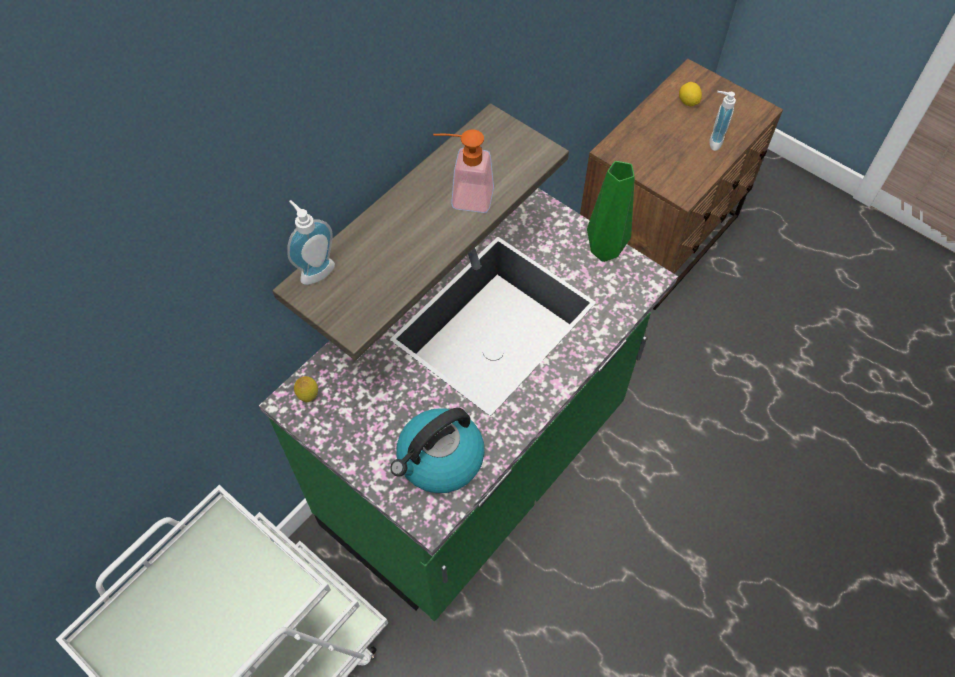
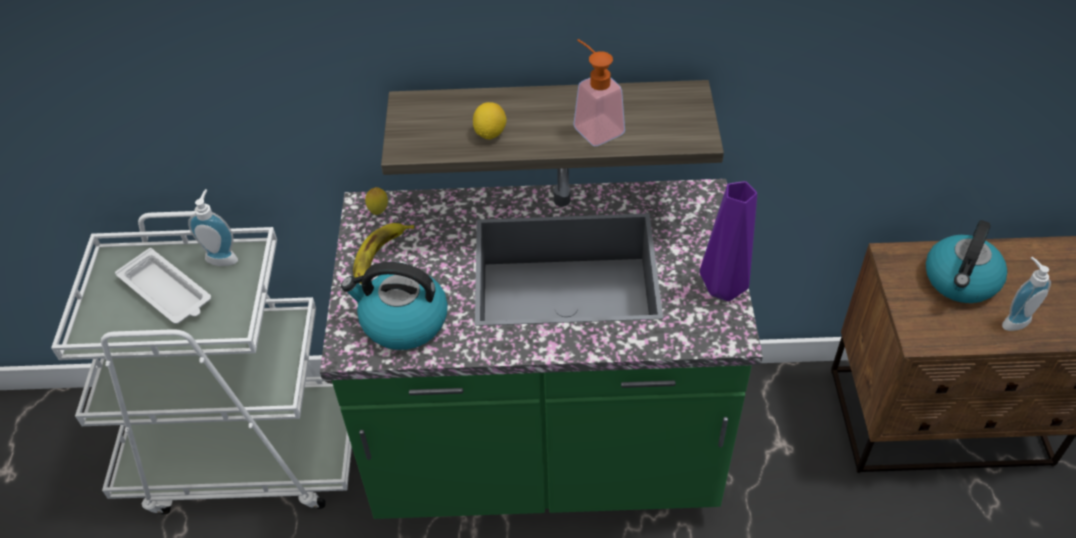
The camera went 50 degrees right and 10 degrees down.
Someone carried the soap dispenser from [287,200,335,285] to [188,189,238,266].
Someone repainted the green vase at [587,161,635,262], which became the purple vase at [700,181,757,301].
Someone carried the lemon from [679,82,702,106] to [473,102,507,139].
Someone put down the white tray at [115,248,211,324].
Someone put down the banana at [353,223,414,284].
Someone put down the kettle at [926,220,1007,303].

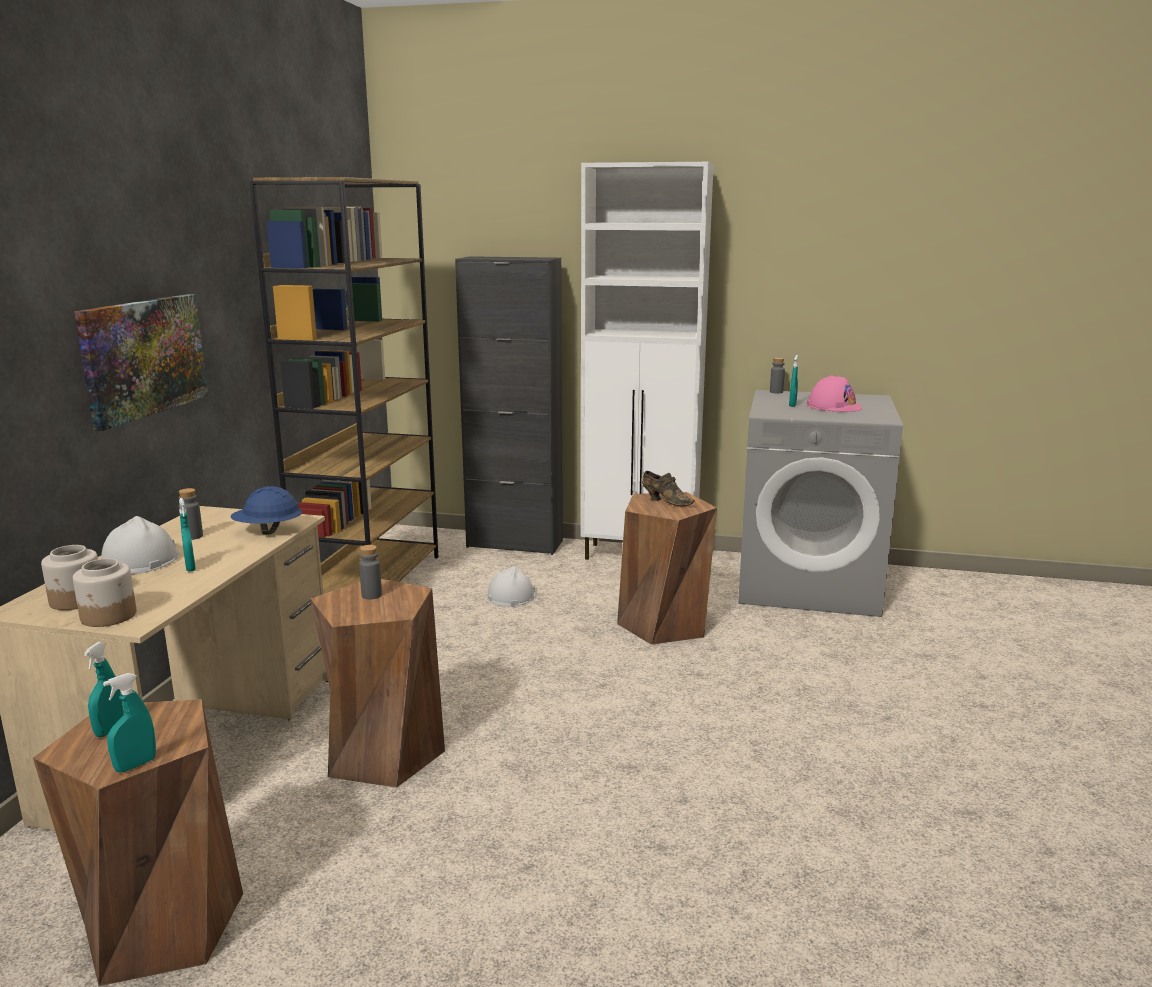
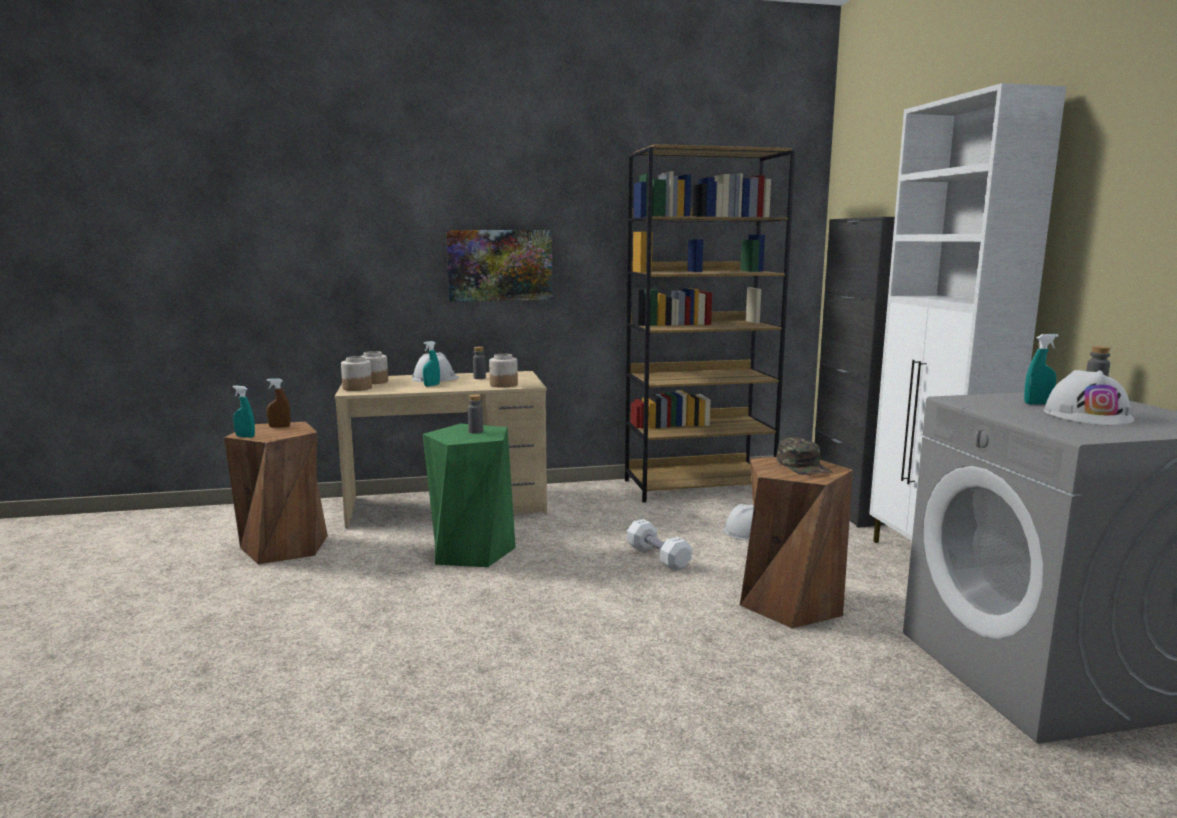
The camera went 65 degrees right and 5 degrees down.
Someone repainted the turquoise spray bottle at [83,642,123,737], which became the brown spray bottle at [267,378,291,428].
Someone swapped the blue hard hat at [231,486,302,534] for the jar at [489,354,518,388].
Someone repainted the brown stool at [311,579,445,788], which became the green stool at [423,424,516,567].
Someone swapped the brown shoe at [642,471,695,506] for the green cap at [776,437,832,475].
Someone repainted the pink hard hat at [806,376,862,412], which became the white hard hat at [1044,370,1135,426].
Someone put down the white dumbbell at [627,519,692,571].

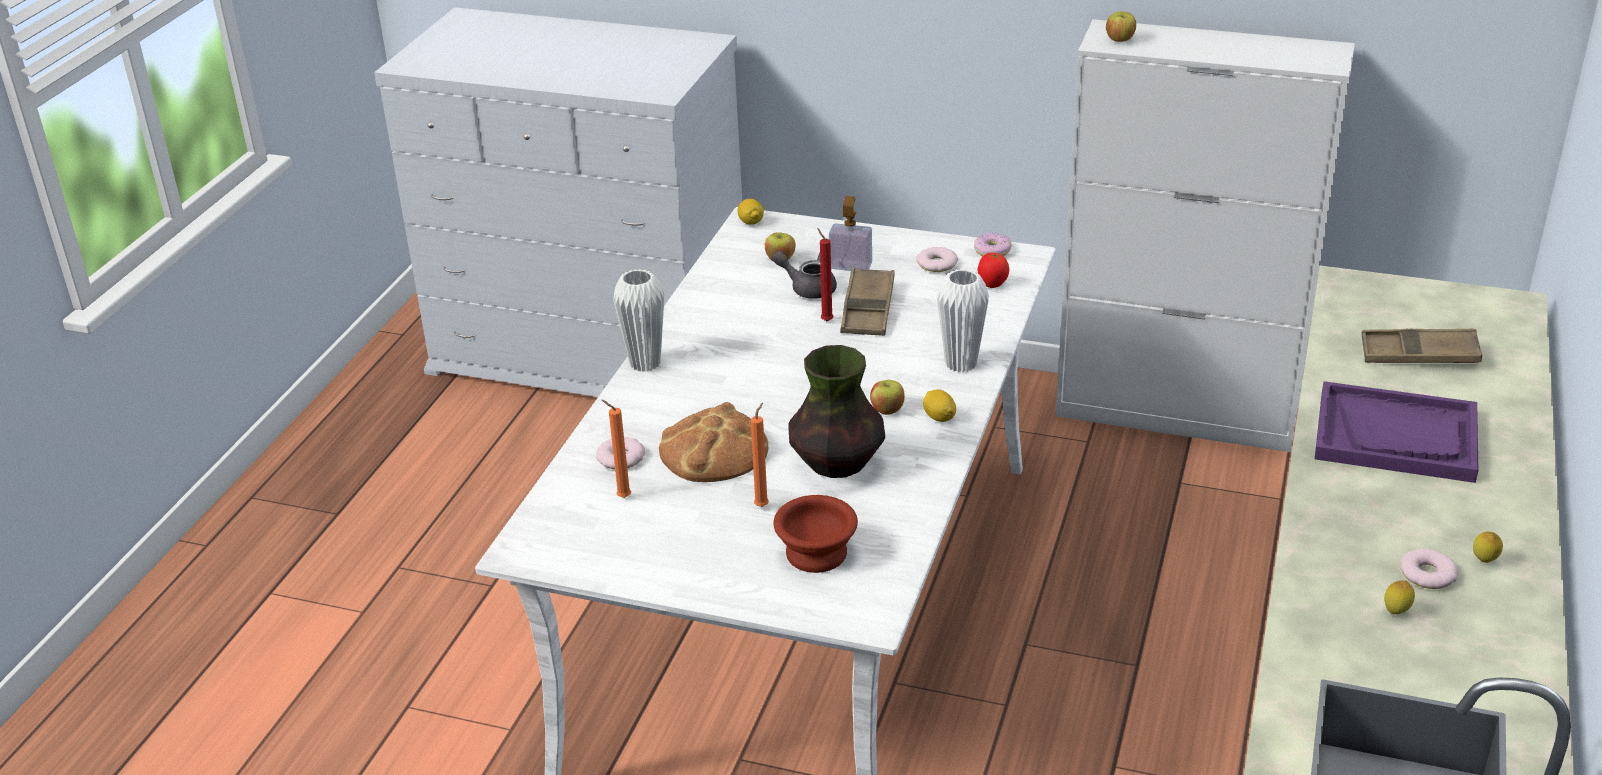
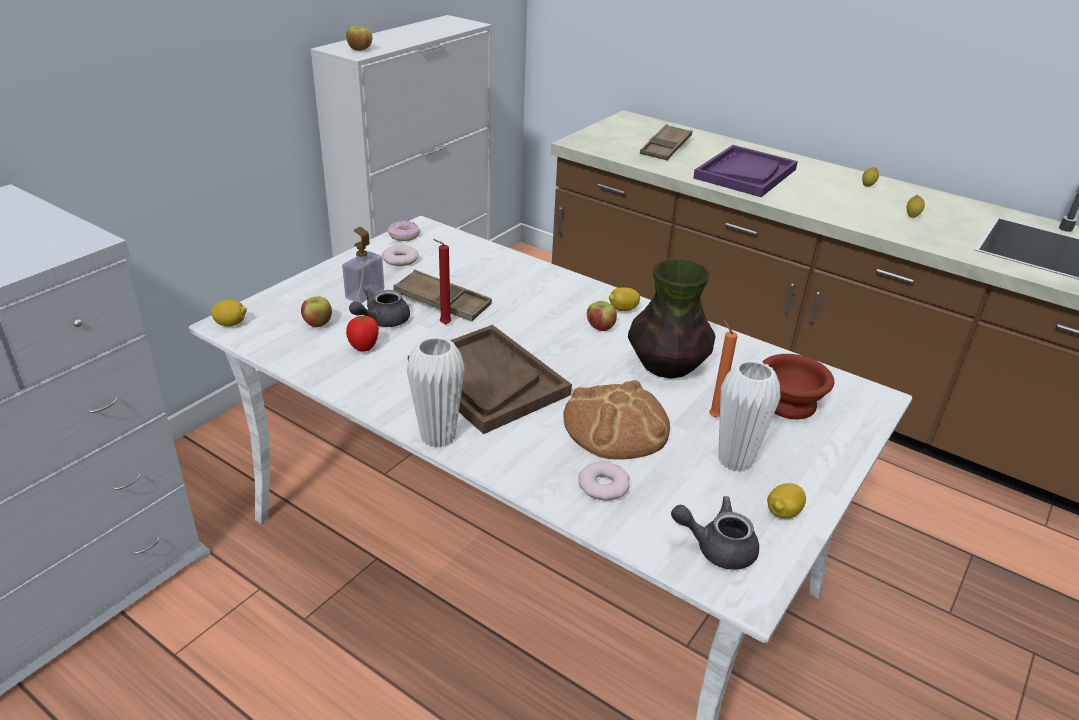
The camera went 75 degrees left and 0 degrees up.
Someone took away the orange candle at [602,400,631,498].
Someone carried the white vase from [937,269,989,372] to [718,360,781,472].
Someone carried the tomato from [978,252,1009,288] to [346,315,379,352].
Someone took away the donut at [1400,549,1458,589].
Someone put down the brown tray at [408,325,572,434].
Someone put down the grey teapot at [671,496,759,570].
Someone put down the lemon at [767,483,806,518].

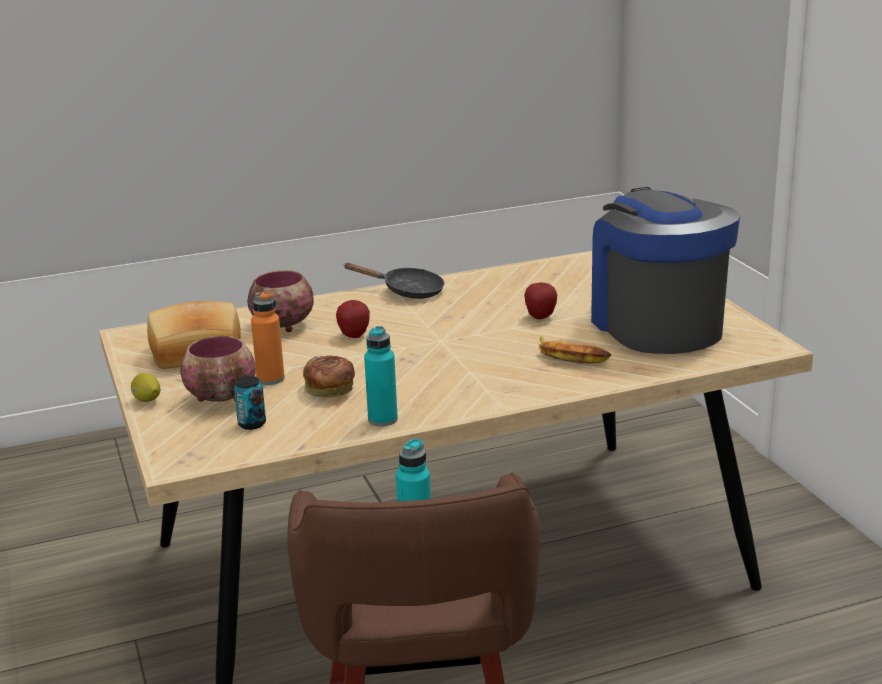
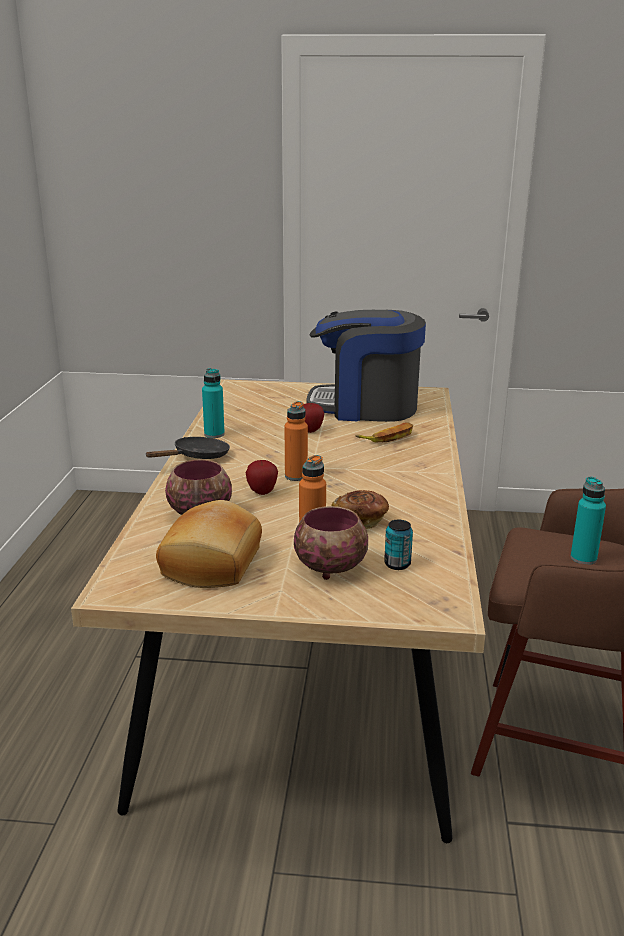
The camera went 65 degrees left and 0 degrees up.
Someone took away the lemon at [131,373,161,402].
Someone carried the turquoise bottle from [364,326,398,426] to [202,368,225,438].
Someone put down the orange bottle at [285,401,308,481].

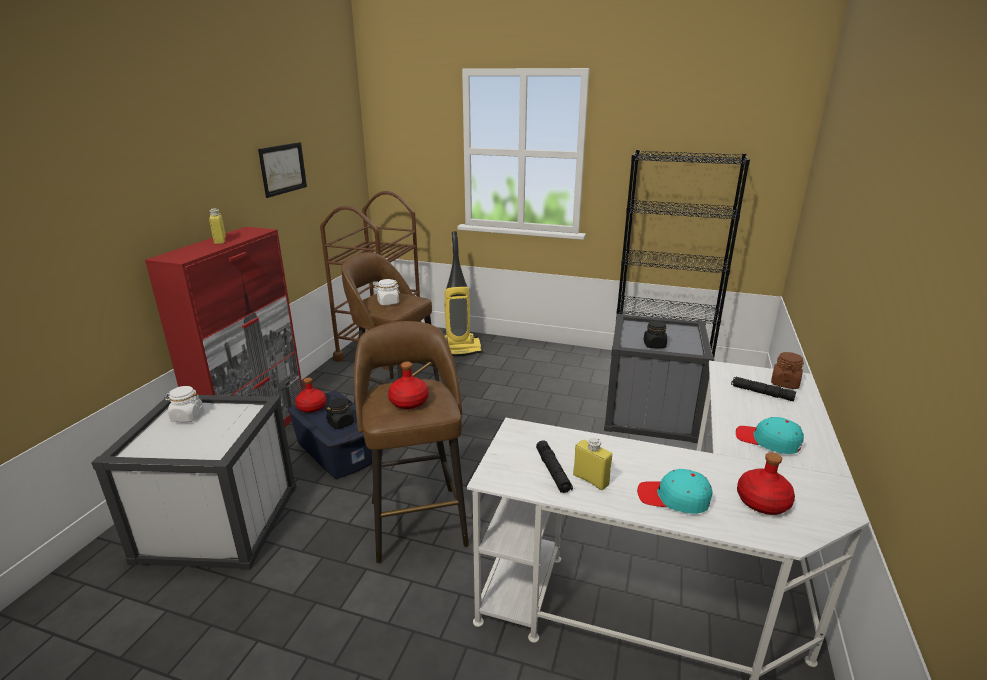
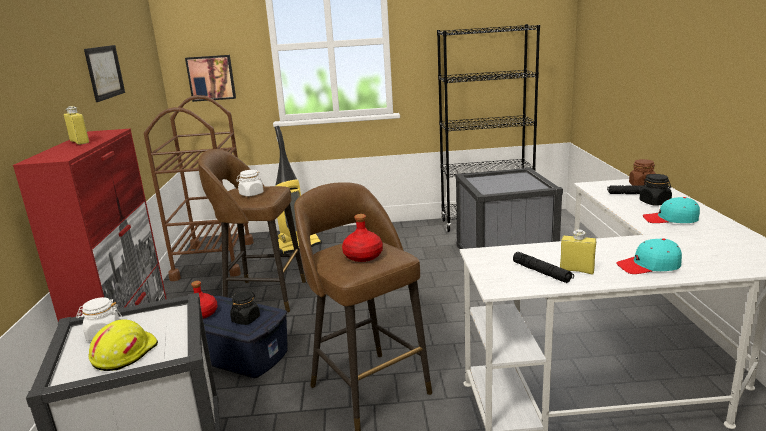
The camera went 20 degrees left and 5 degrees down.
Someone carried the black jar from [643,320,667,348] to [640,174,672,206].
Someone took away the red bottle at [737,453,795,515].
Someone put down the yellow hard hat at [88,319,158,371].
Someone put up the picture at [185,55,236,102].

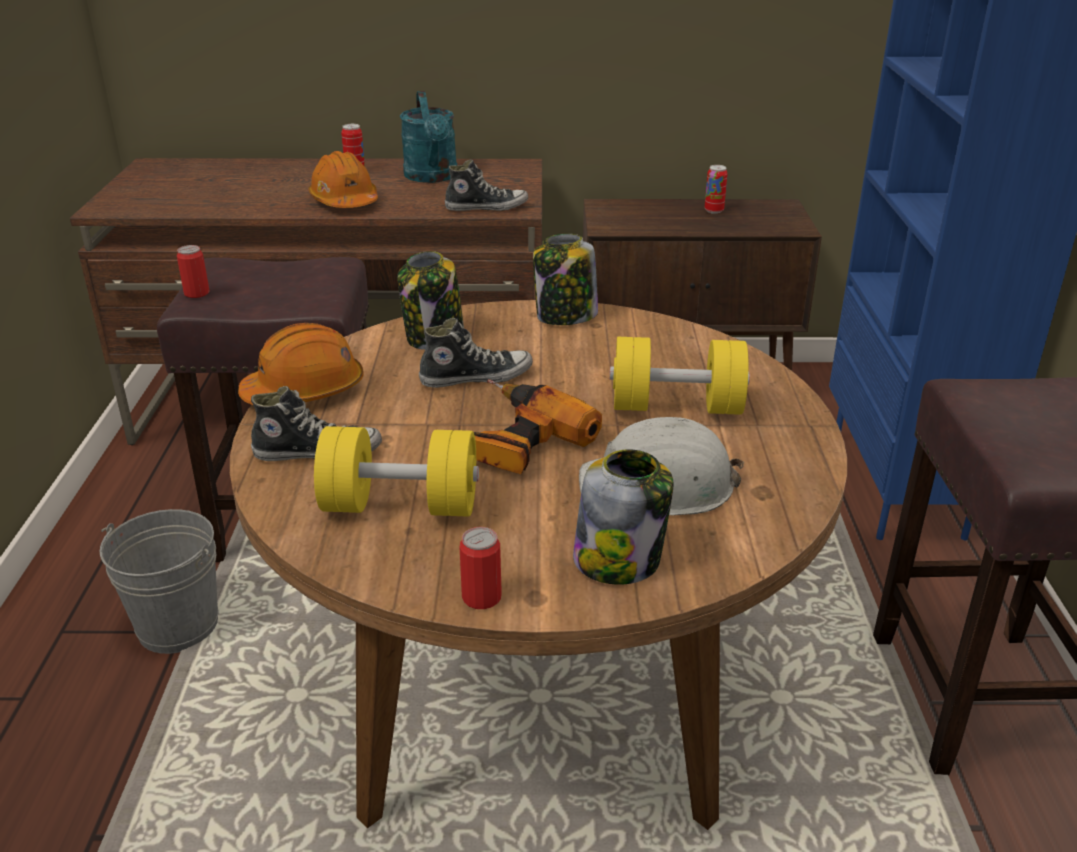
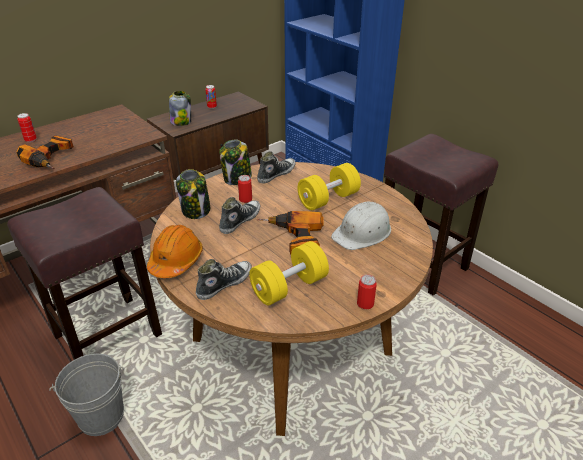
The camera went 40 degrees left and 5 degrees up.
Someone carried the can from [177,245,210,298] to [238,175,252,203].
Someone swapped the orange hard hat at [308,151,378,208] for the power drill at [16,135,74,169].
Someone took away the turquoise watering can at [400,91,457,183].
Someone carried the shoe from [445,159,528,211] to [257,151,296,184].
Someone carried the jar from [573,449,673,585] to [169,91,191,126].

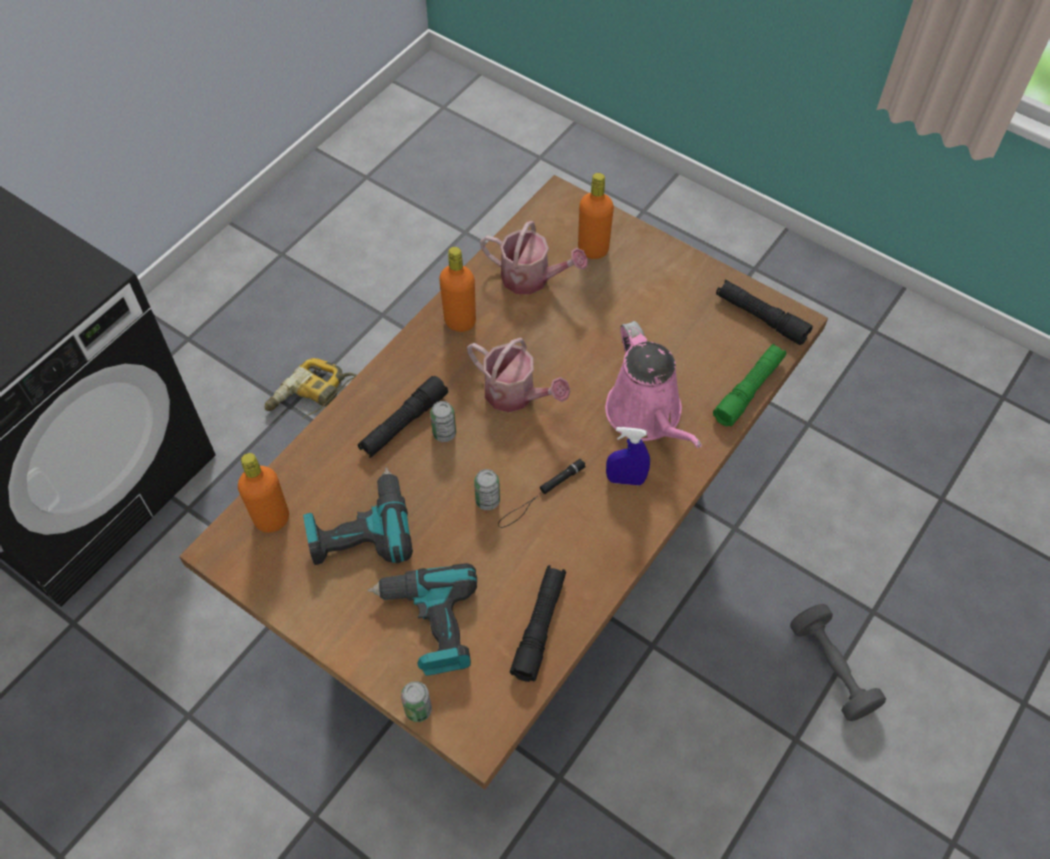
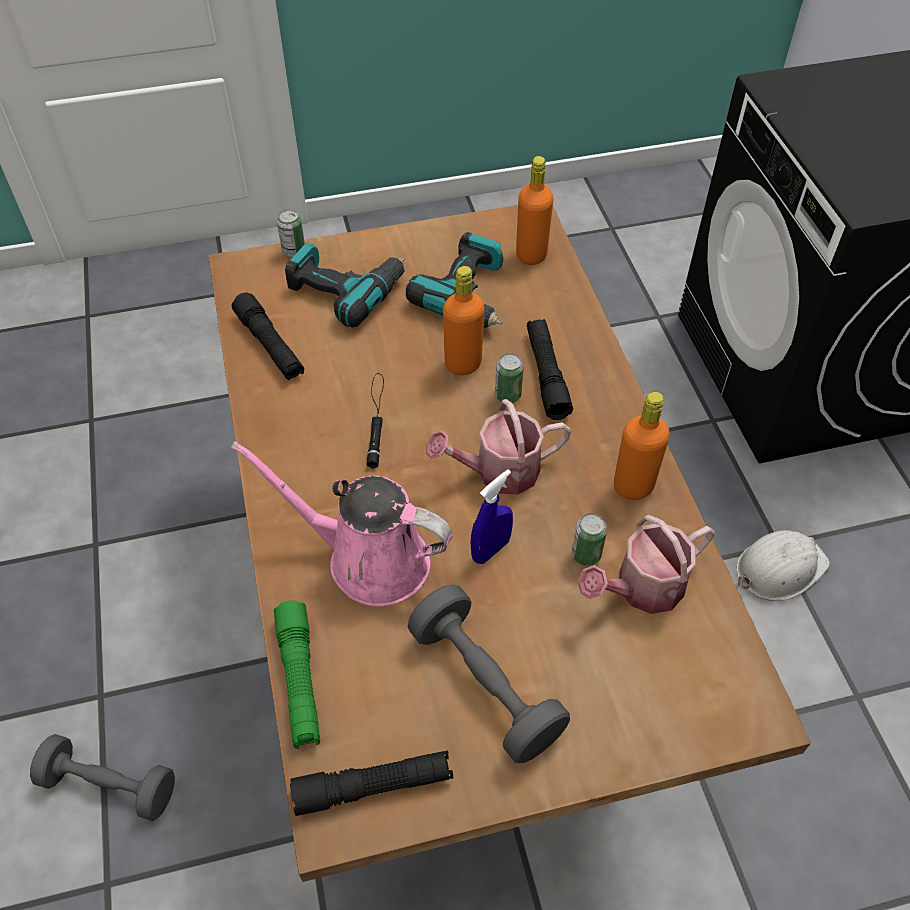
The camera went 130 degrees right and 5 degrees down.
Someone swapped the power drill at [265,358,357,419] for the white hard hat at [736,530,830,601].
Someone carried the can from [474,469,500,510] to [572,513,607,566].
Someone carried the orange bottle from [578,173,614,259] to [443,266,485,375].
Someone carried the blue spray bottle from [606,427,650,486] to [471,469,513,564].
Someone put down the grey dumbbell at [408,585,570,763].

